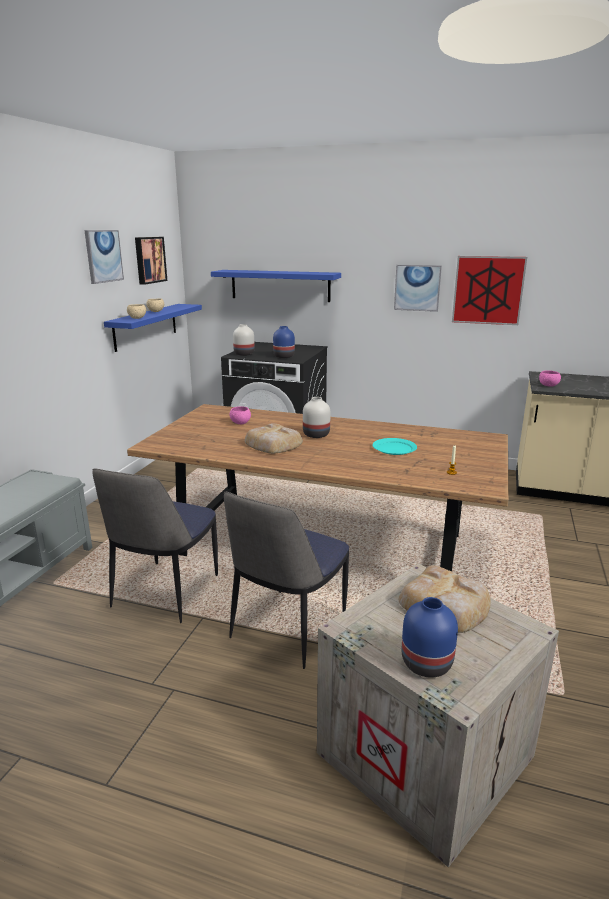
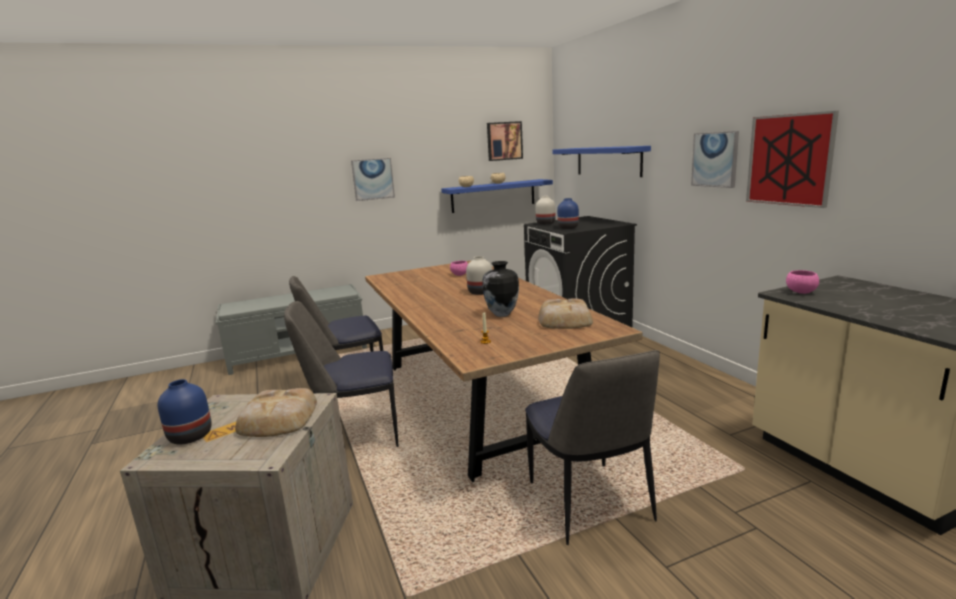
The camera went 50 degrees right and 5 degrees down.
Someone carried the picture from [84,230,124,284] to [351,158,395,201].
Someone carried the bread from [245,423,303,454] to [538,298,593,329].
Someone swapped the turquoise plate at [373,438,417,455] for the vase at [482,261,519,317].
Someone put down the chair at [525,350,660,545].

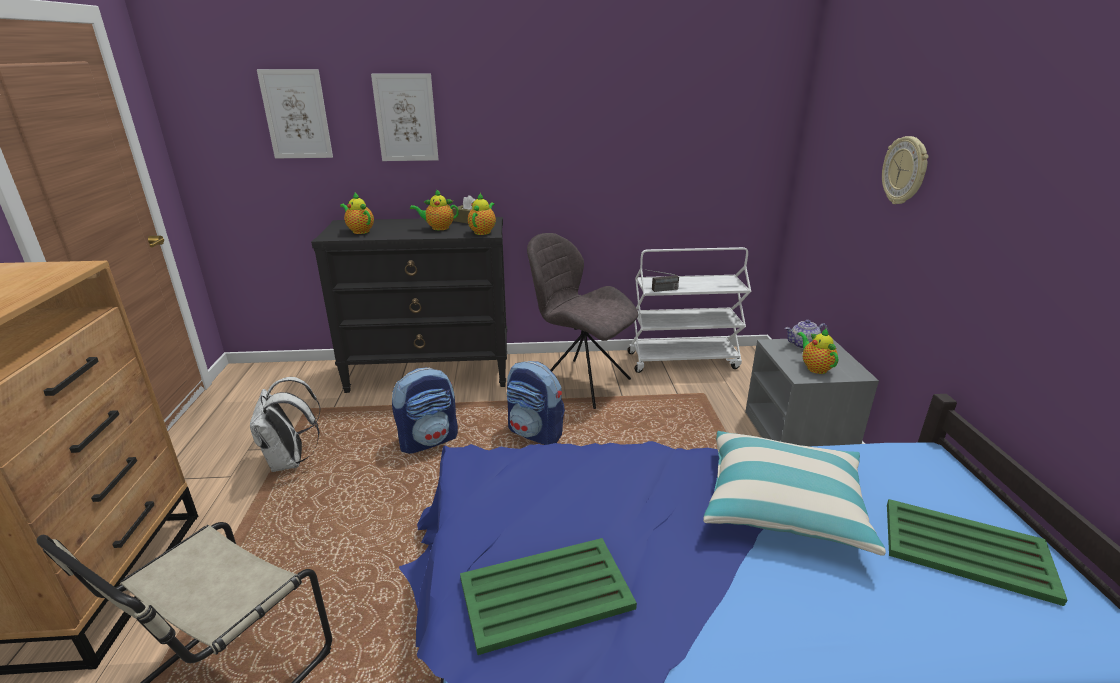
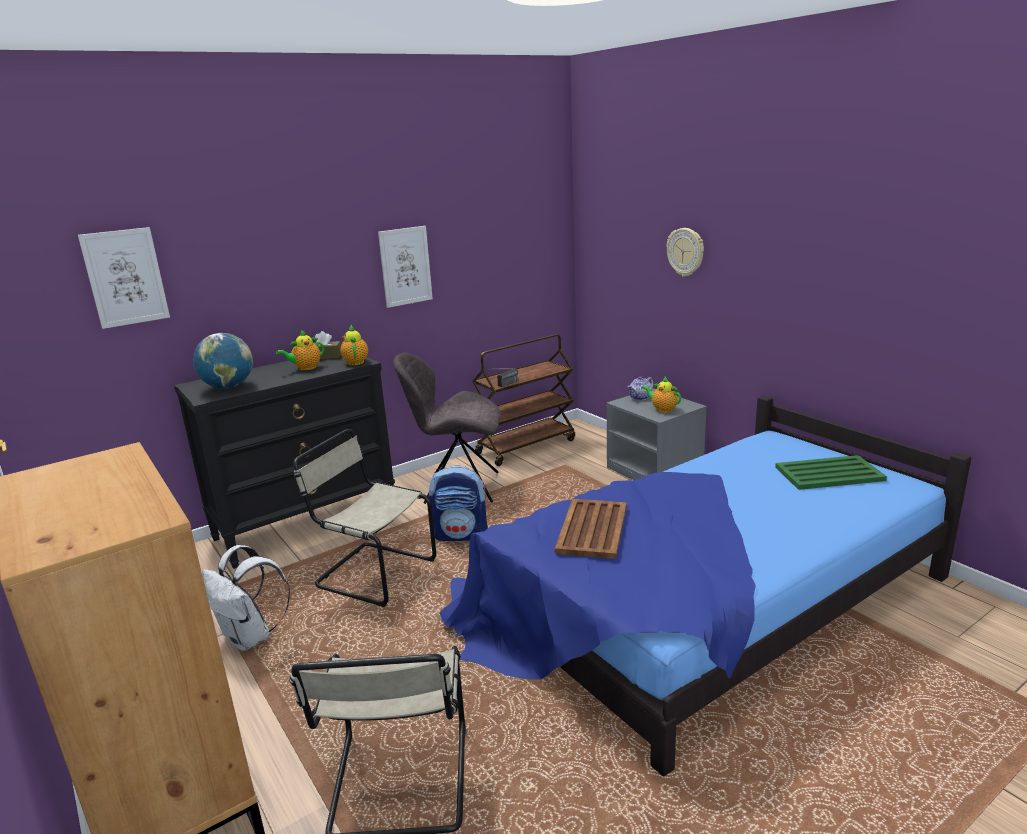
The camera went 30 degrees left and 5 degrees down.
Someone swapped the teapot at [340,193,374,234] for the globe at [193,333,253,389].
Someone carried the picture from [371,73,439,161] to [378,226,433,308].
Someone swapped the backpack at [392,367,458,454] for the beige chair at [293,429,436,607].
Someone took away the green tray at [460,538,637,655].
Someone repainted the white cart at [627,247,751,373], which became the brown cart at [472,334,575,466].
Someone took away the pillow at [703,431,886,556].
Someone put down the brown tray at [555,499,627,559].

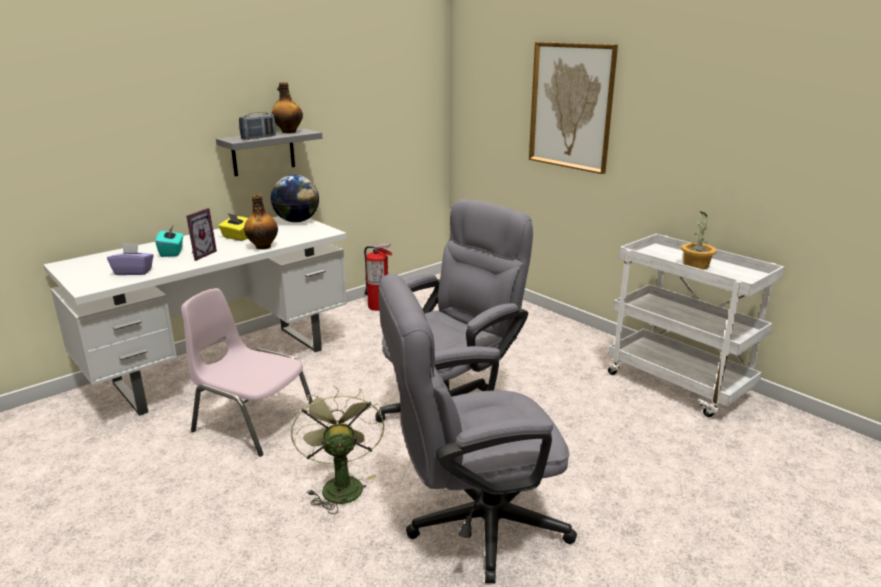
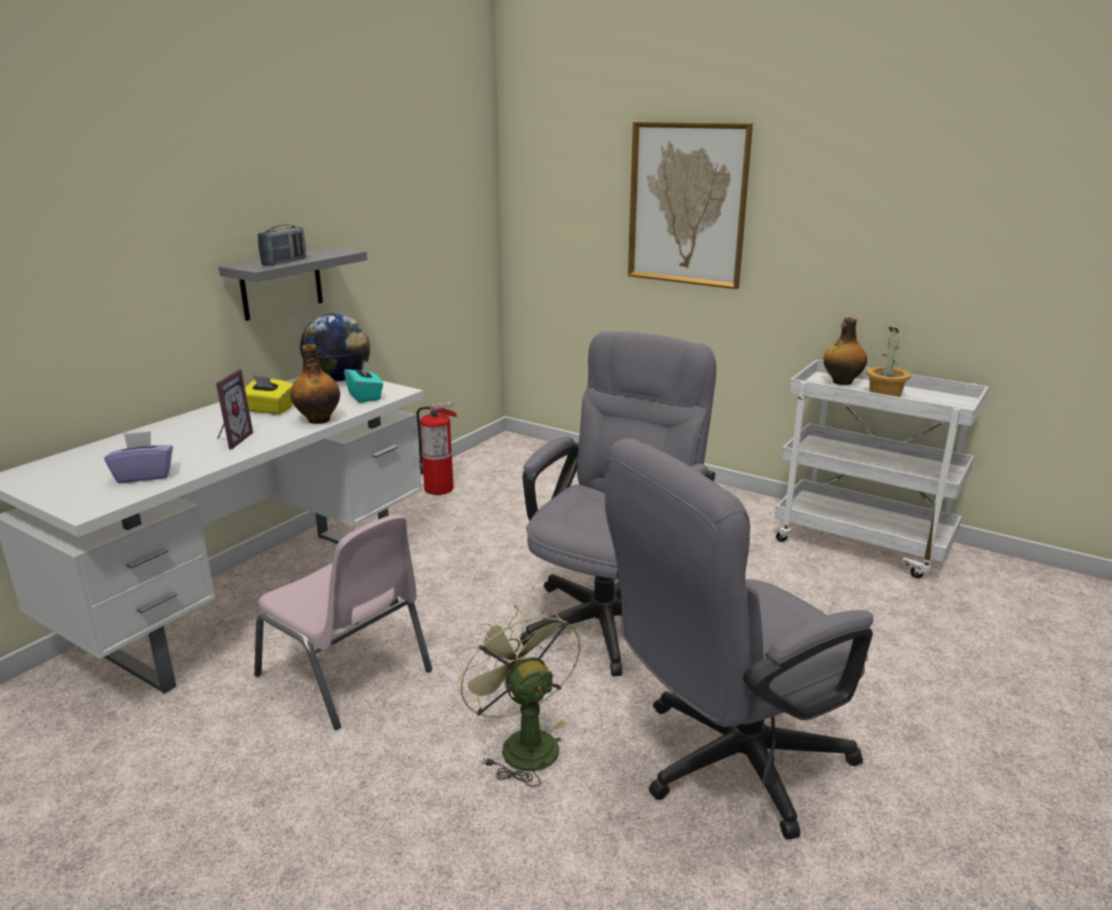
The camera went 15 degrees left and 0 degrees up.
Someone carried the turquoise tissue box from [155,226,183,257] to [344,361,383,403].
Someone rotated the pink chair at [181,288,313,457] by 150 degrees counterclockwise.
Someone carried the bottle from [272,82,303,133] to [823,317,867,385].

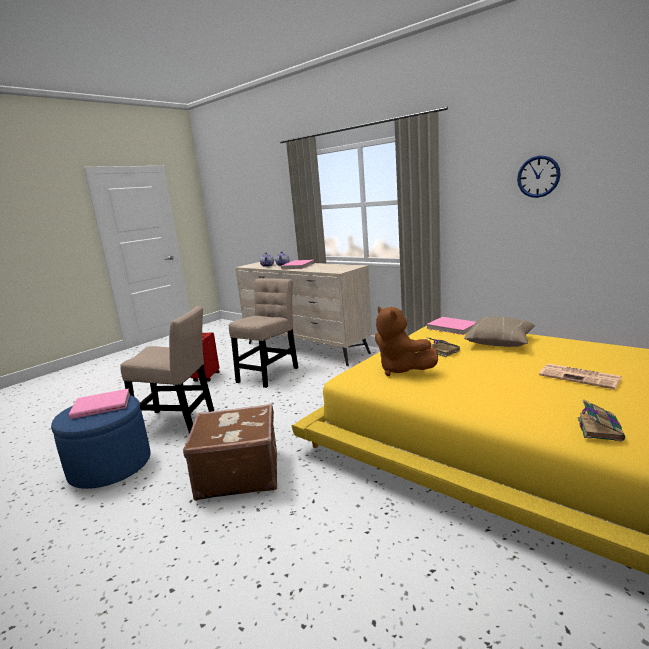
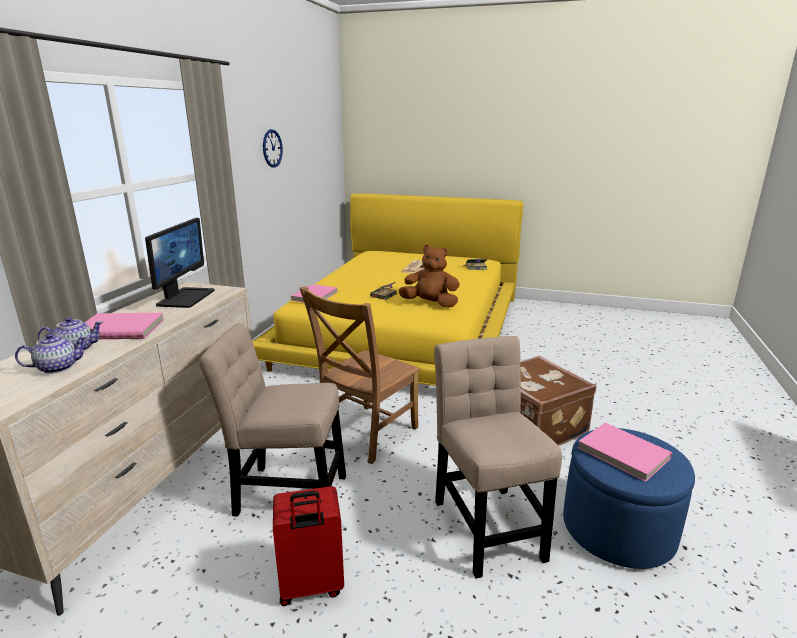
The camera went 115 degrees left and 5 degrees up.
Someone rotated the brown plush toy at [375,306,438,376] by 105 degrees counterclockwise.
Someone took away the beige pillow at [464,316,535,347].
Someone put down the monitor at [145,218,215,308].
Someone put down the brown chair at [300,286,420,464].

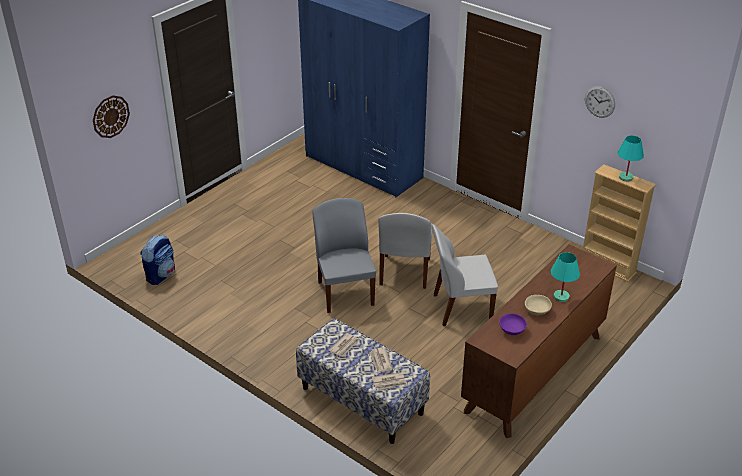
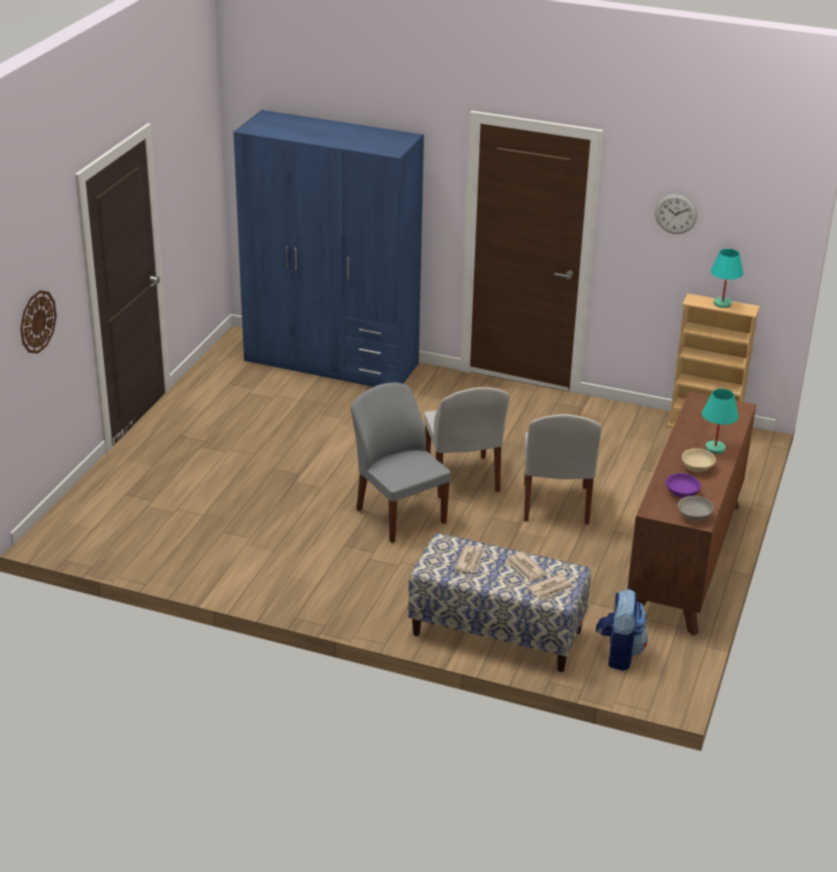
The camera went 20 degrees left and 5 degrees down.
Someone carried the backpack from [140,235,175,285] to [596,589,648,671].
Someone rotated the white chair at [432,224,498,326] by 60 degrees counterclockwise.
Someone put down the grey bowl at [678,496,714,521].

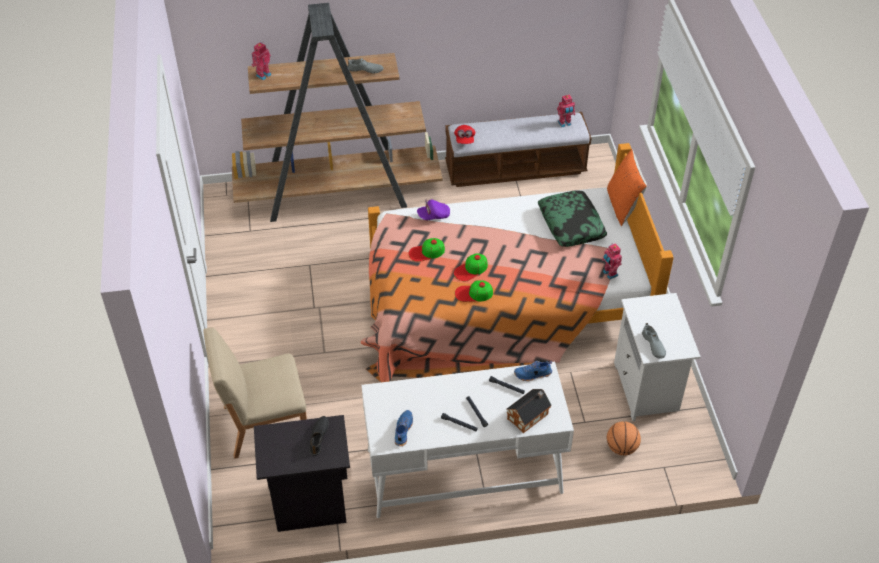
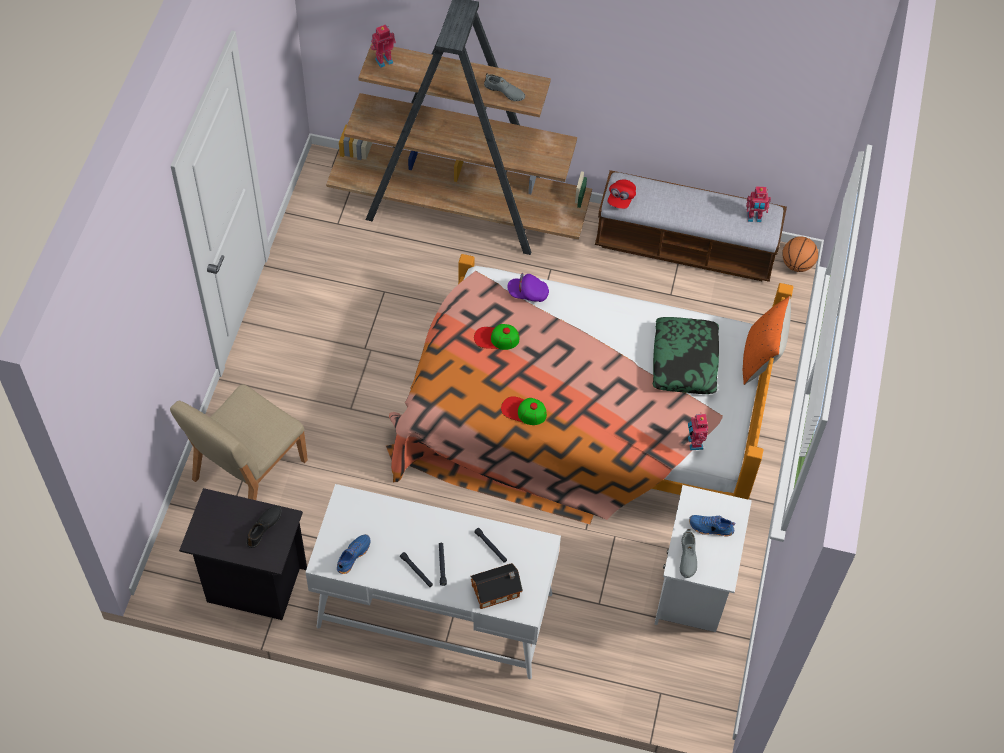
The camera went 20 degrees right and 10 degrees up.
Someone rotated the beige chair at [203,328,307,459] by 60 degrees counterclockwise.
Someone took away the cap at [454,253,488,281].
Someone carried the blue shoe from [514,361,552,381] to [689,515,735,537].
Someone carried the basketball from [607,421,641,456] to [782,236,818,272].

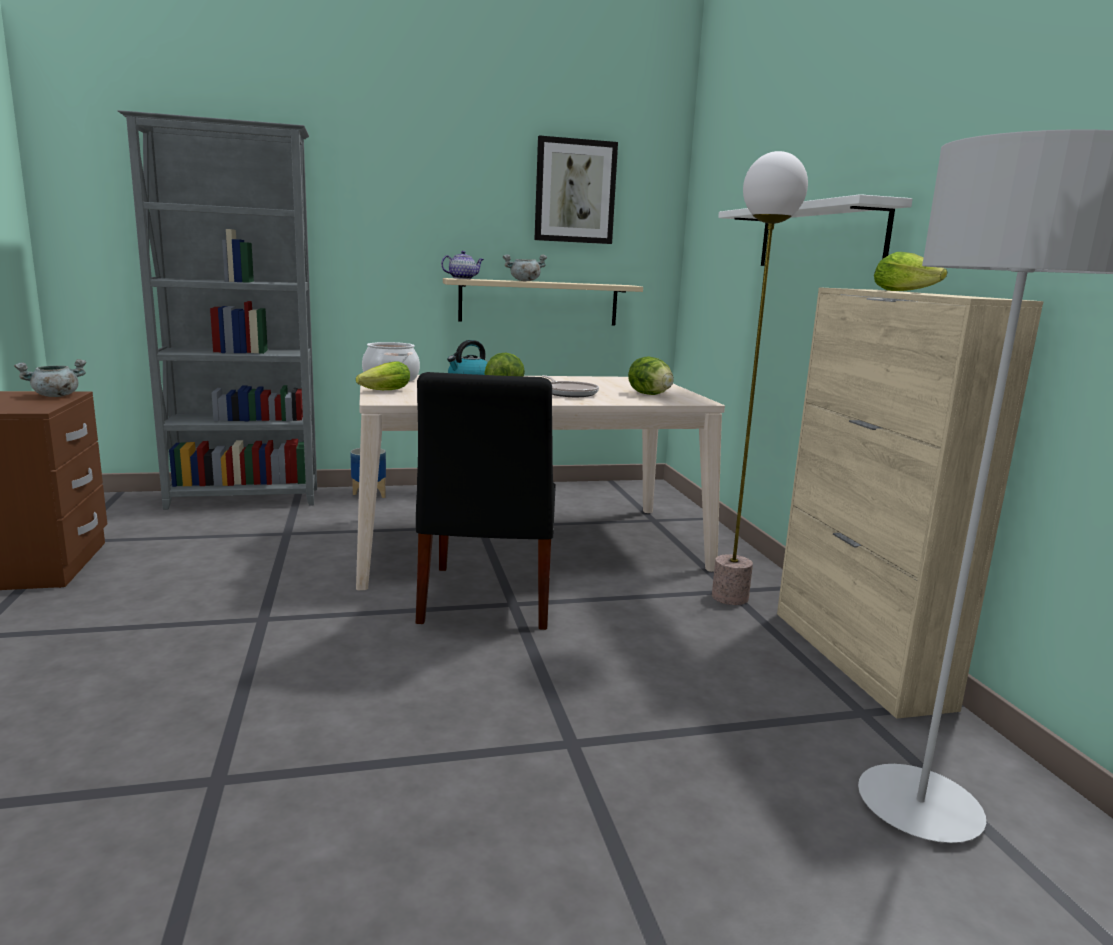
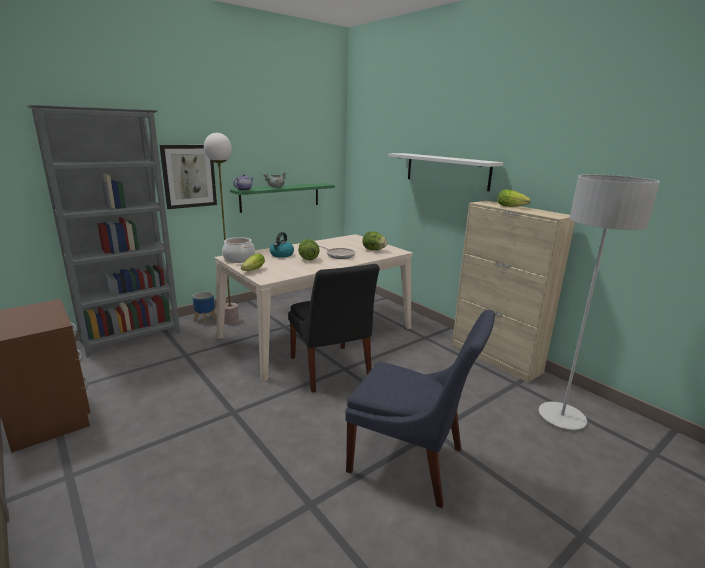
The camera went 25 degrees left and 5 degrees up.
Someone took away the grey cooking pot at [14,359,86,397].
Someone repainted the beige shelf at [443,278,643,326], which became the green shelf at [230,183,335,213].
Someone carried the picture from [534,135,618,244] to [160,145,217,209].
Someone carried the floor lamp from [712,151,808,605] to [204,133,239,324].
Someone put down the blue chair at [345,310,495,508].

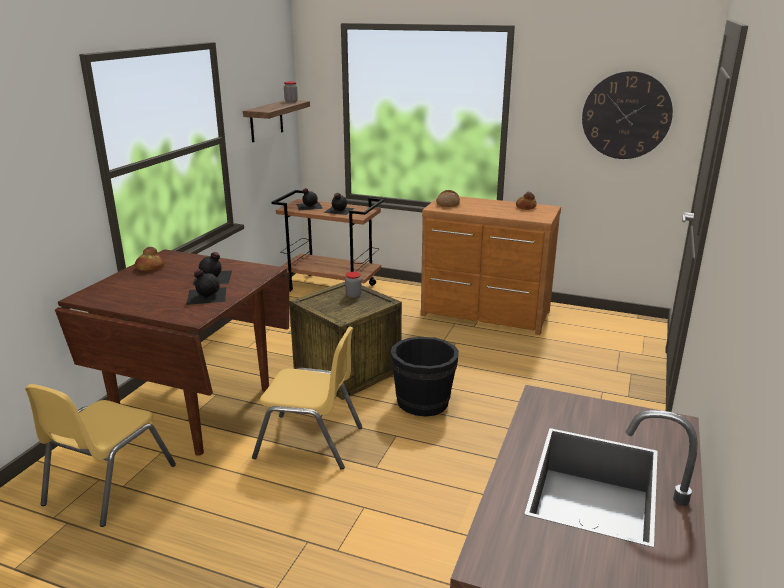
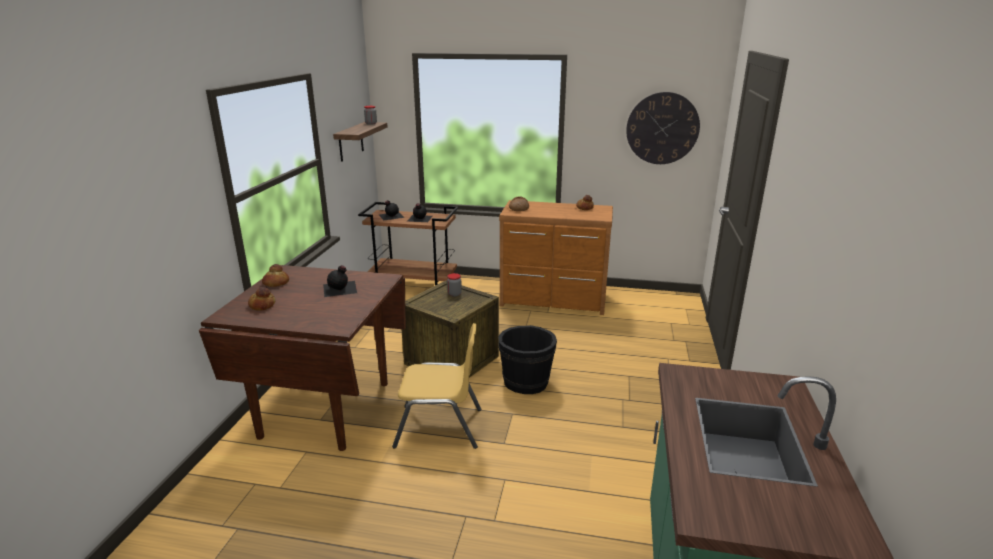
The camera went 10 degrees left and 0 degrees up.
Someone took away the yellow chair at [25,384,176,527].
Someone took away the black bottle at [186,269,226,305].
Someone put down the bread at [248,287,276,311].

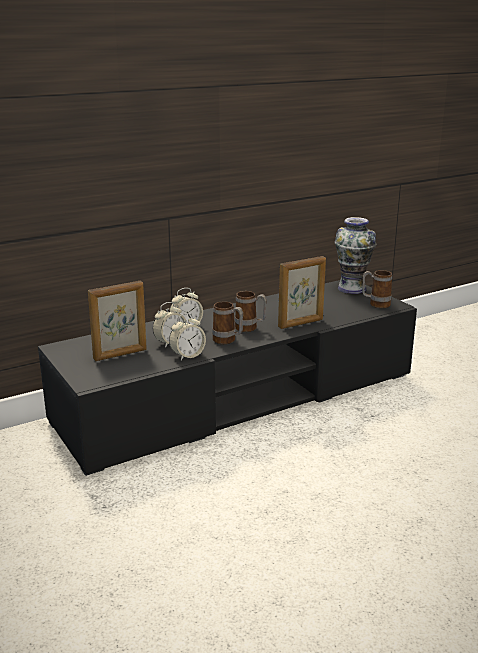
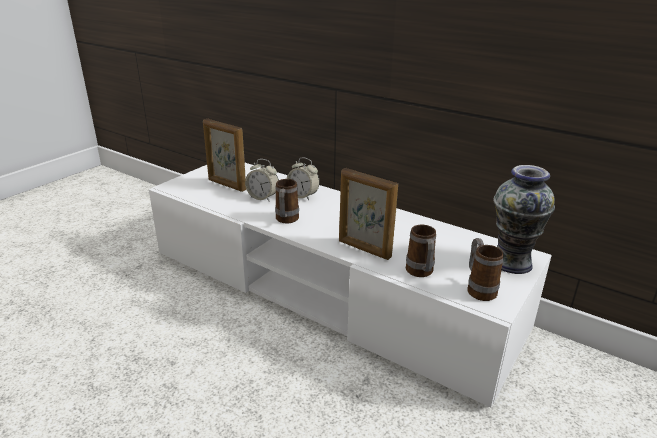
The camera went 65 degrees right and 5 degrees up.
Someone repainted the black tv stand at [38,280,417,476], which became the white tv stand at [149,163,552,407].
Someone took away the alarm clock at [169,313,206,360].
Someone carried the mug from [235,291,267,332] to [406,225,436,277].

